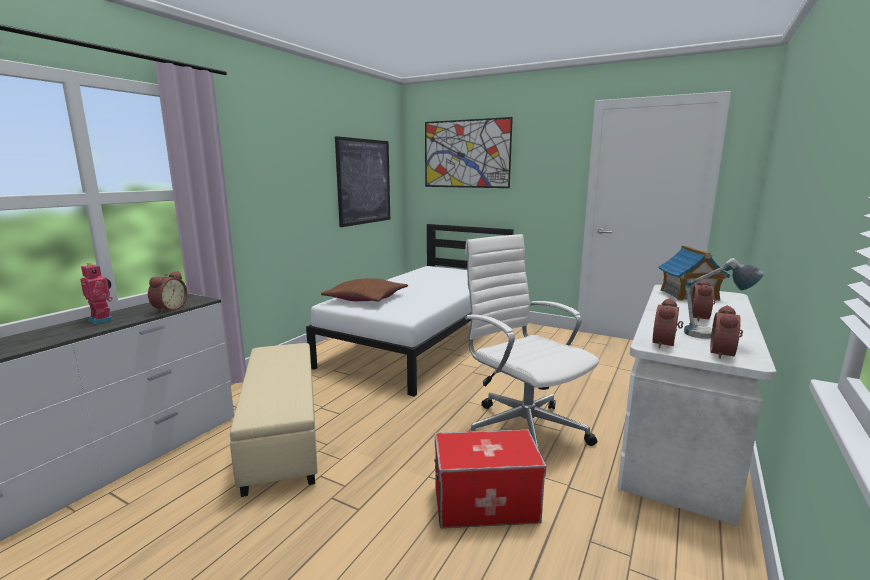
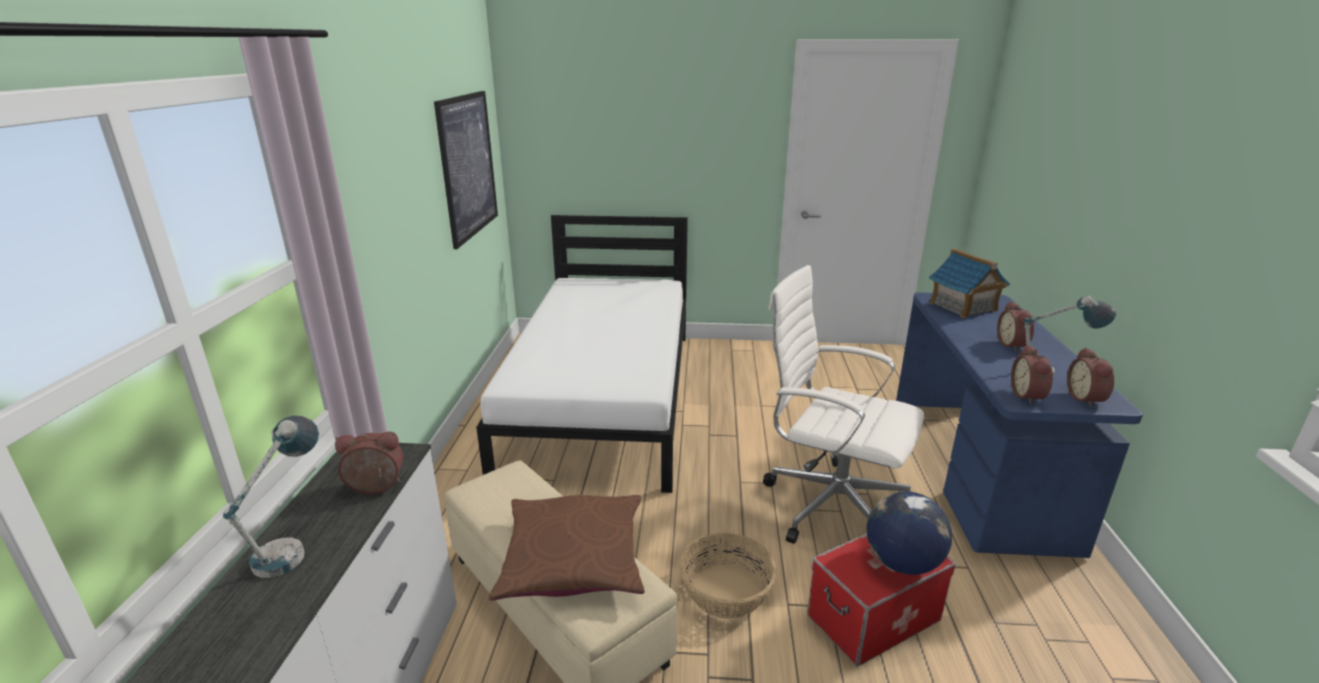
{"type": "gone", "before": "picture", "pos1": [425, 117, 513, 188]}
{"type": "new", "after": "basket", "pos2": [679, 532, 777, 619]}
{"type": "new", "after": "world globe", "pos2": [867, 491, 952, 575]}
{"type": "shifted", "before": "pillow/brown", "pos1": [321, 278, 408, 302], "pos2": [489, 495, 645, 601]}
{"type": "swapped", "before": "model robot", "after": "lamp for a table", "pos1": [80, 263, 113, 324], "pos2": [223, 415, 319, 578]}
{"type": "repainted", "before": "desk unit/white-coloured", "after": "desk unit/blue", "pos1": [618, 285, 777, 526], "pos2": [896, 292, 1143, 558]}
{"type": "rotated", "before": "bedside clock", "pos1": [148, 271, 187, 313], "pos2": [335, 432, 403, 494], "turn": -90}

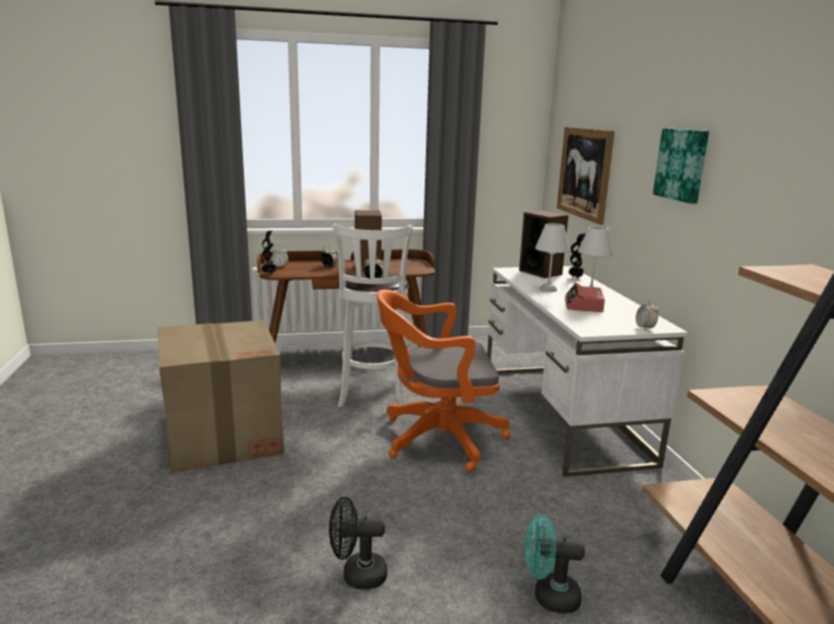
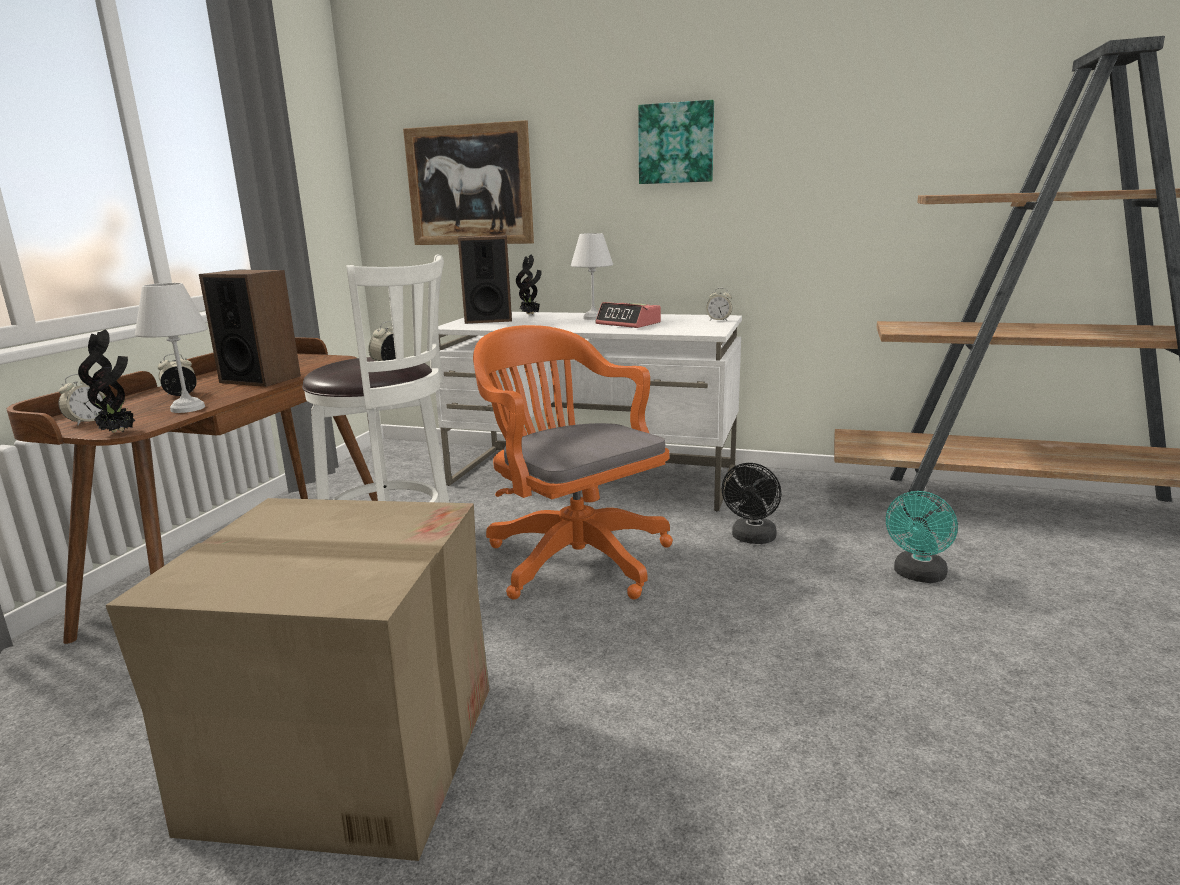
{"type": "shifted", "before": "cooling fan/blackish", "pos1": [329, 497, 387, 590], "pos2": [722, 463, 781, 544]}
{"type": "shifted", "before": "lamp for a table/white-coloured", "pos1": [535, 223, 570, 292], "pos2": [135, 283, 208, 413]}
{"type": "rotated", "before": "office chair/orangey", "pos1": [377, 289, 510, 472], "pos2": [473, 325, 673, 600], "turn": 120}

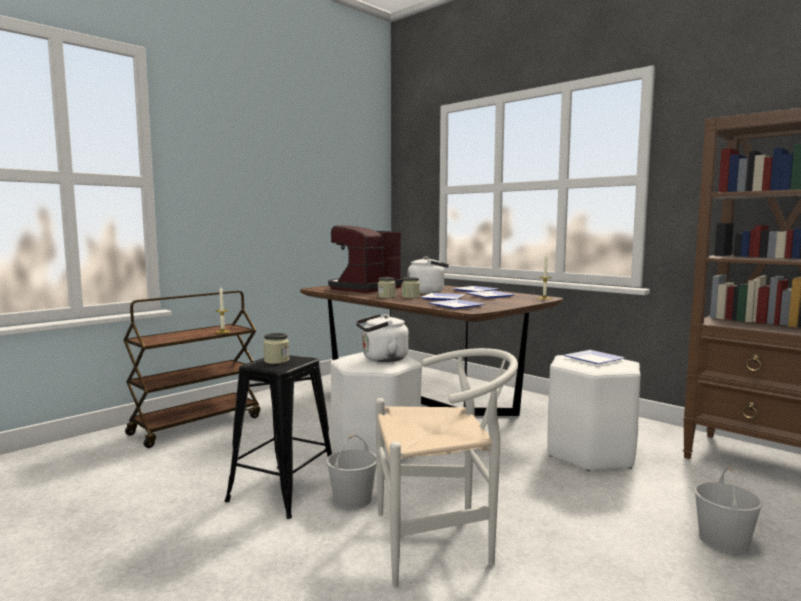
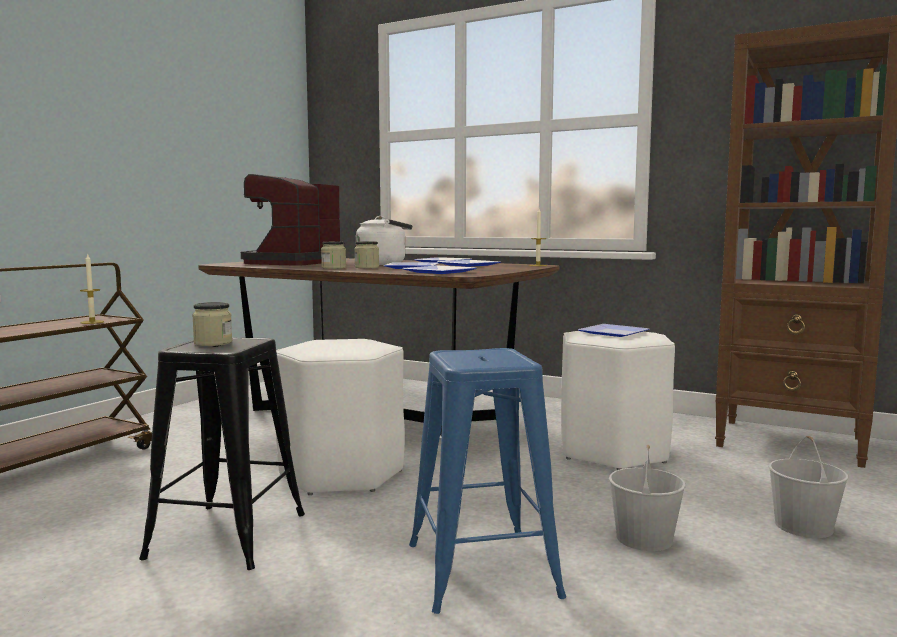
{"type": "gone", "before": "kettle/white-coloured", "pos1": [356, 314, 409, 362]}
{"type": "shifted", "before": "pail/white-coloured", "pos1": [327, 435, 376, 509], "pos2": [609, 444, 686, 551]}
{"type": "swapped", "before": "chair/white-coloured", "after": "stool/blue", "pos1": [376, 348, 518, 587], "pos2": [409, 348, 566, 614]}

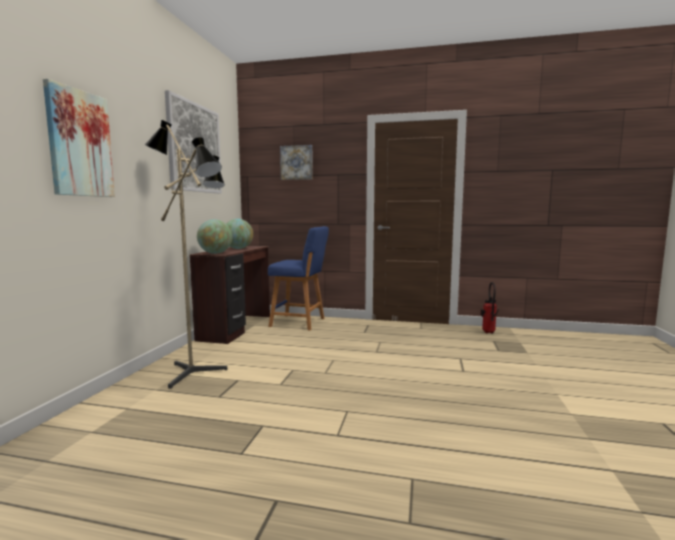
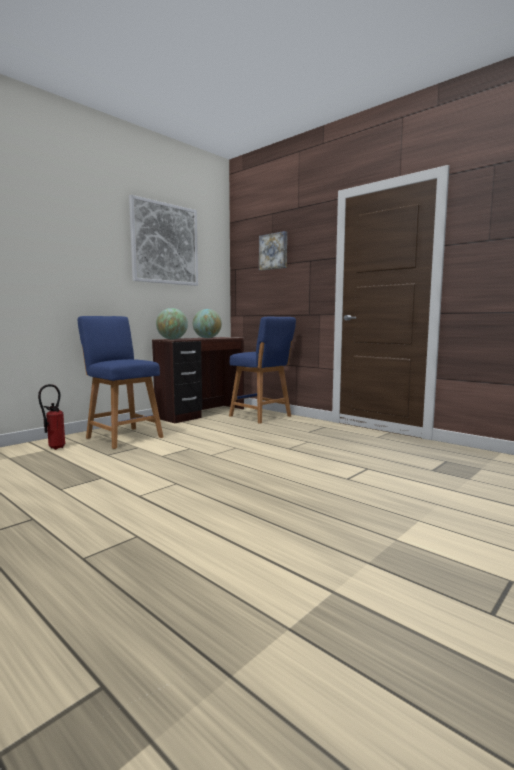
{"type": "gone", "before": "picture", "pos1": [43, 79, 115, 197]}
{"type": "shifted", "before": "fire extinguisher", "pos1": [481, 282, 499, 334], "pos2": [38, 384, 65, 450]}
{"type": "swapped", "before": "standard lamp", "after": "stool/blue", "pos1": [145, 120, 227, 389], "pos2": [77, 316, 163, 449]}

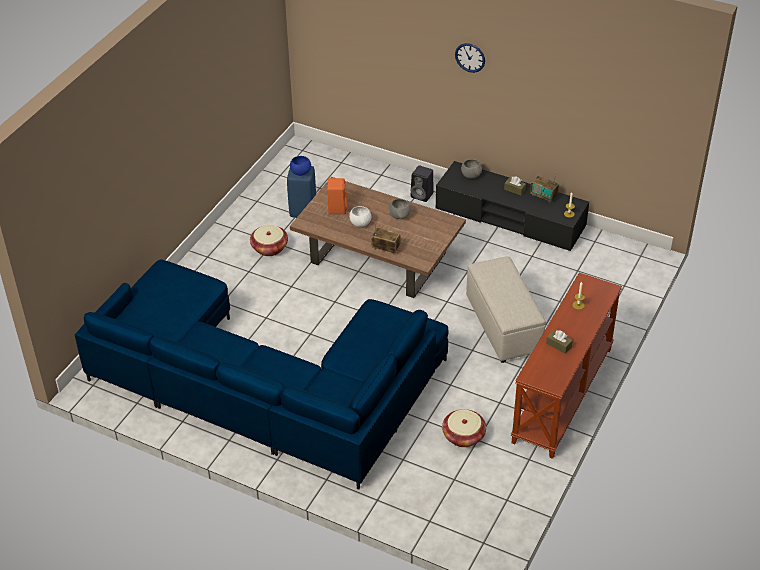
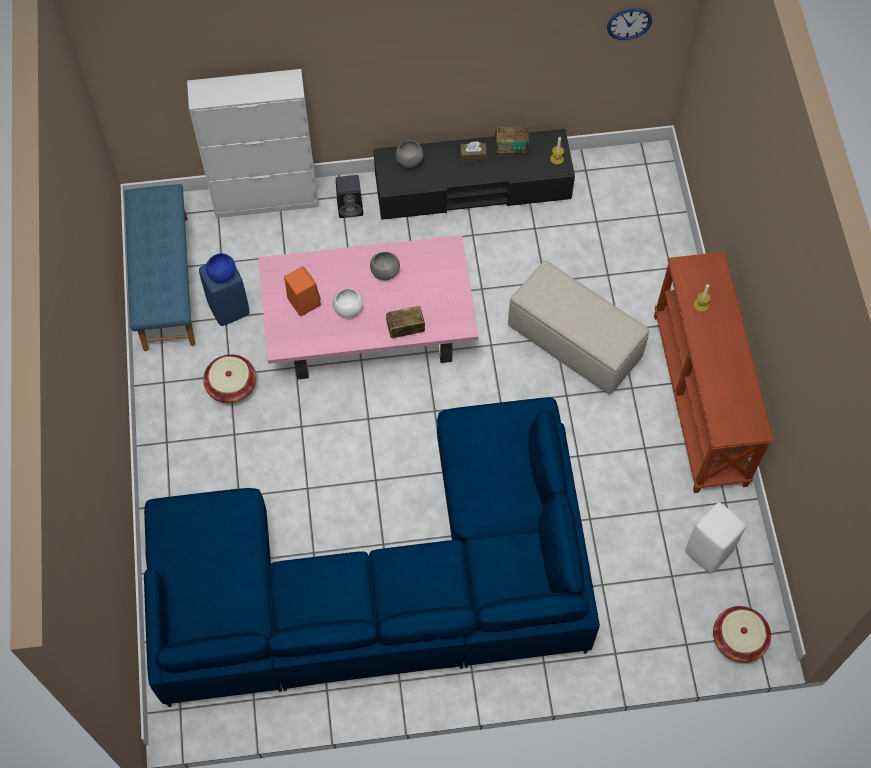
{"type": "gone", "before": "tissue holder/brown", "pos1": [546, 330, 573, 354]}
{"type": "new", "after": "long seat/blue", "pos2": [125, 184, 195, 351]}
{"type": "new", "after": "cupboard/white-coloured", "pos2": [187, 69, 319, 218]}
{"type": "new", "after": "stool/white-coloured", "pos2": [685, 503, 746, 573]}
{"type": "shifted", "before": "basket", "pos1": [442, 409, 486, 447], "pos2": [713, 606, 771, 663]}
{"type": "shifted", "before": "clock on the wall", "pos1": [455, 43, 485, 73], "pos2": [607, 8, 652, 40]}
{"type": "repainted", "before": "low table/brown", "after": "low table/pink-coloured", "pos1": [290, 177, 466, 298], "pos2": [259, 235, 479, 380]}

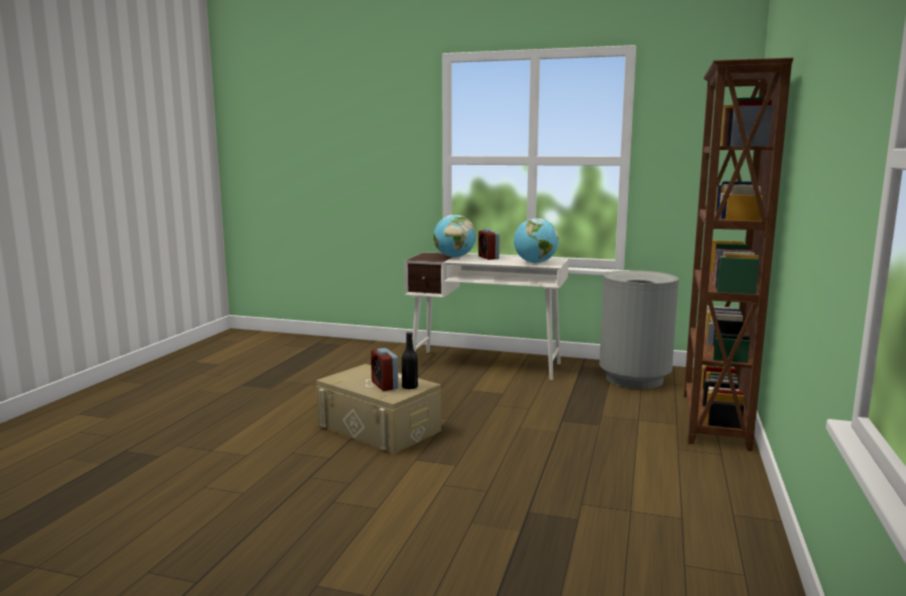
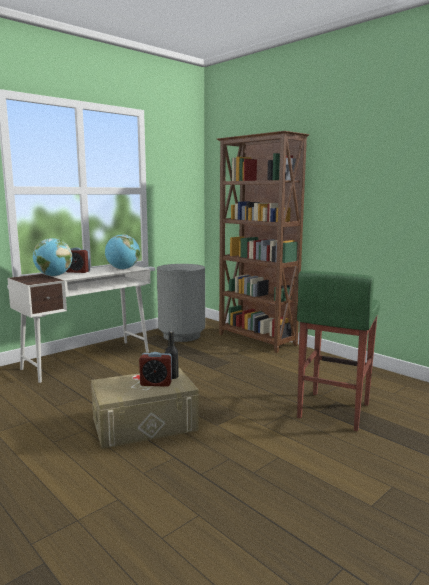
{"type": "new", "after": "stool/greenish", "pos2": [297, 270, 380, 431]}

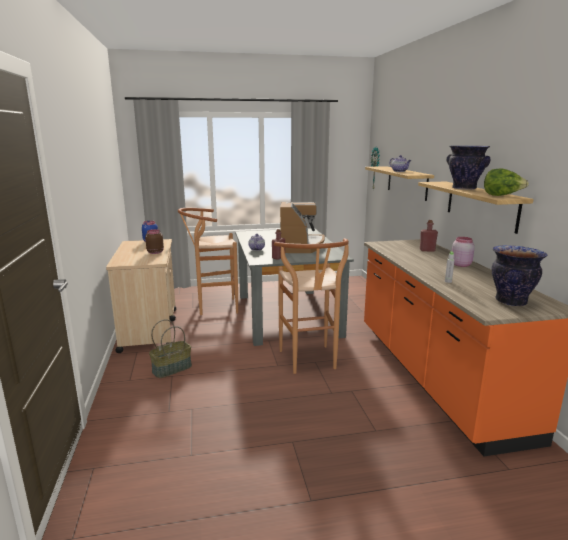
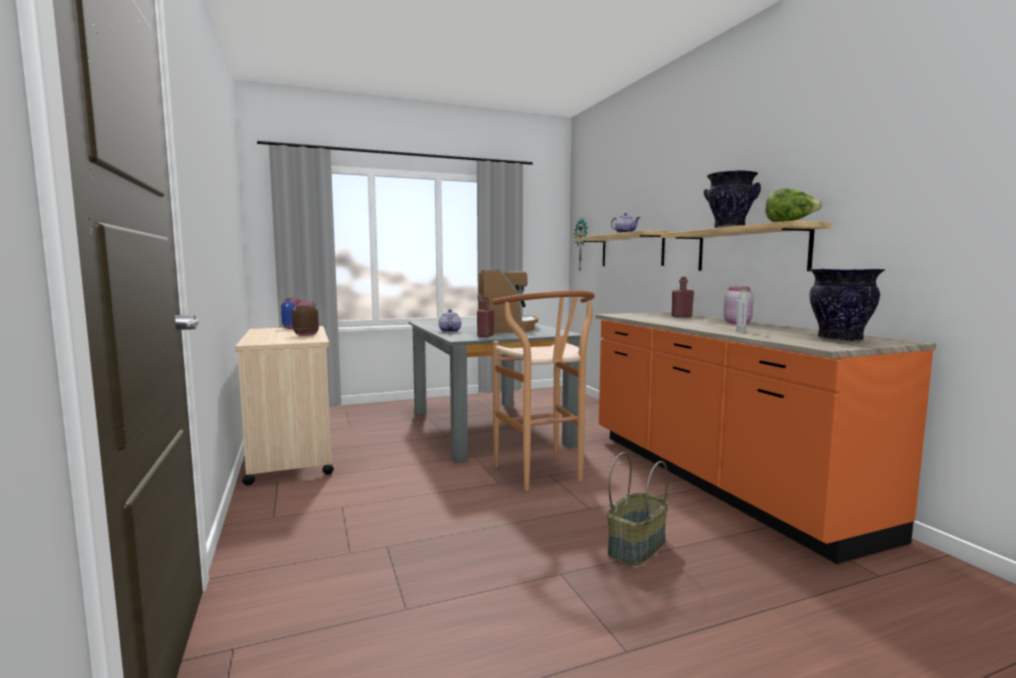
{"type": "gone", "before": "stool/brown", "pos1": [178, 208, 238, 315]}
{"type": "shifted", "before": "basket", "pos1": [149, 319, 192, 378], "pos2": [607, 452, 668, 566]}

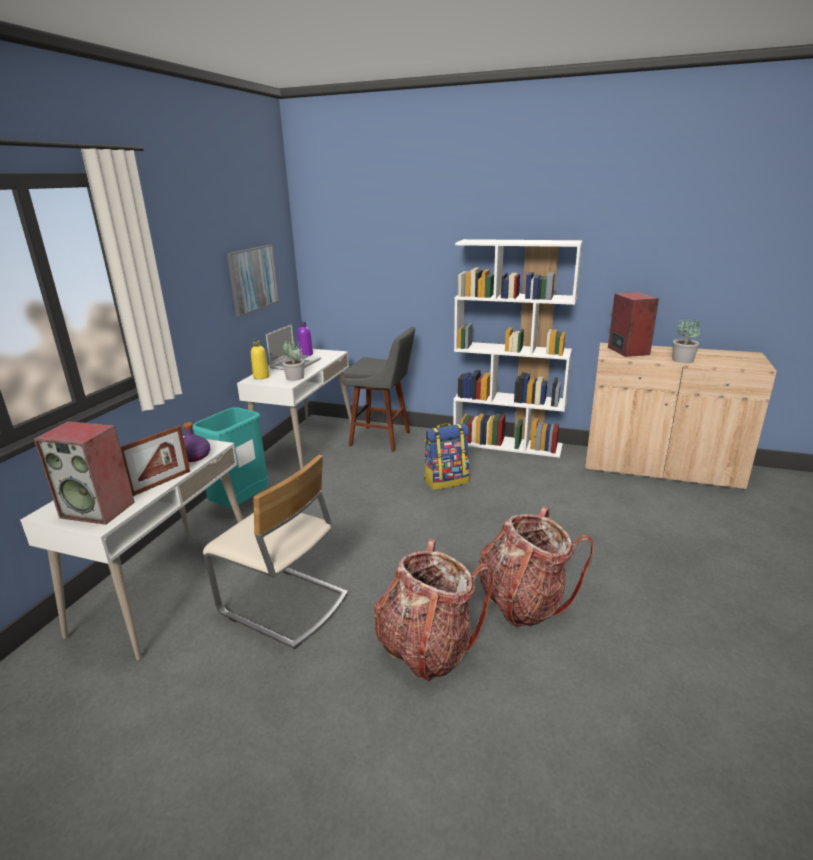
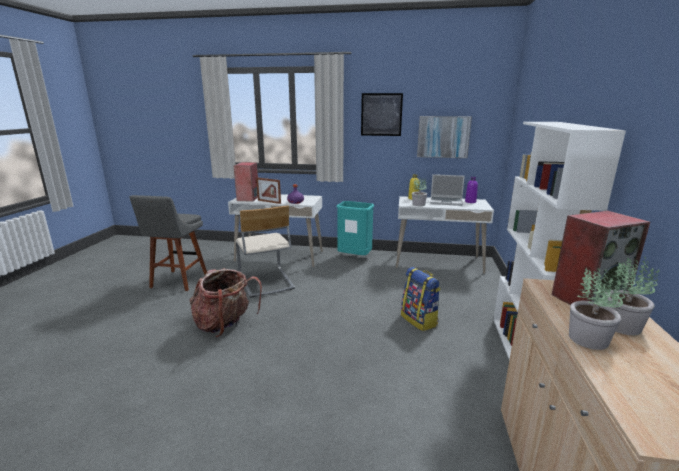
{"type": "gone", "before": "backpack", "pos1": [479, 506, 594, 627]}
{"type": "new", "after": "picture", "pos2": [361, 93, 403, 136]}
{"type": "new", "after": "plant in a pot", "pos2": [605, 257, 659, 335]}
{"type": "shifted", "before": "stool/grey", "pos1": [342, 327, 415, 452], "pos2": [130, 195, 207, 291]}
{"type": "rotated", "before": "chair/sand-coloured", "pos1": [203, 455, 348, 649], "pos2": [236, 205, 295, 298], "turn": -45}

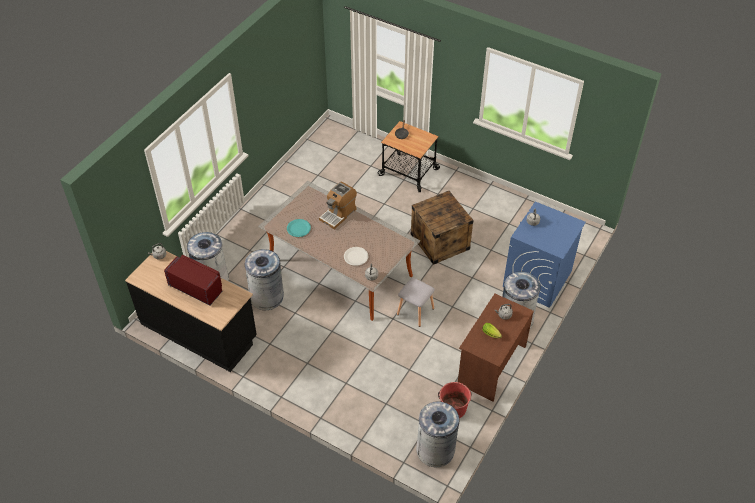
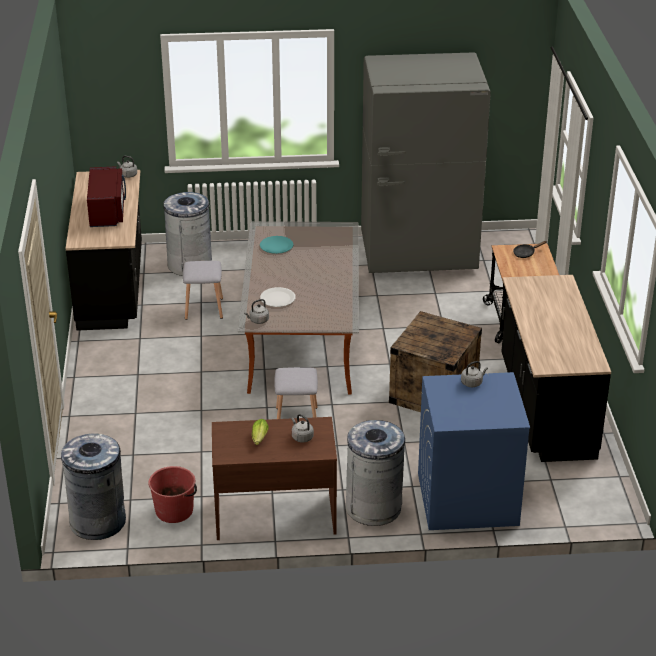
{"type": "gone", "before": "coffee machine", "pos1": [319, 181, 357, 229]}
{"type": "new", "after": "fridge/grey", "pos2": [361, 52, 491, 273]}
{"type": "new", "after": "counter/blackish", "pos2": [501, 275, 611, 462]}
{"type": "swapped", "before": "rubbish bin/grey", "after": "stool/grey", "pos1": [245, 249, 284, 310], "pos2": [183, 261, 223, 320]}

